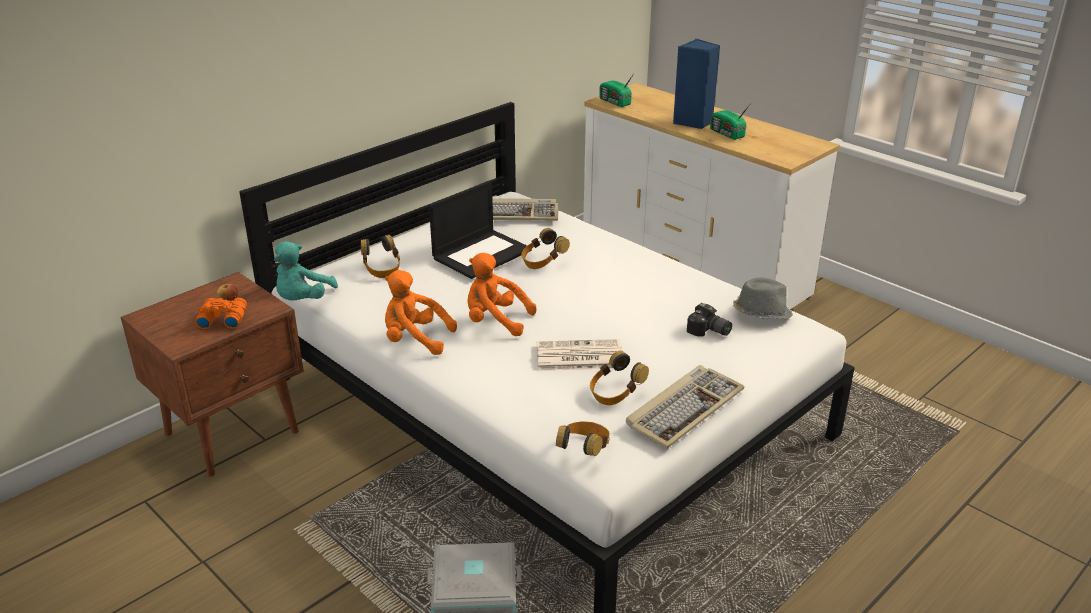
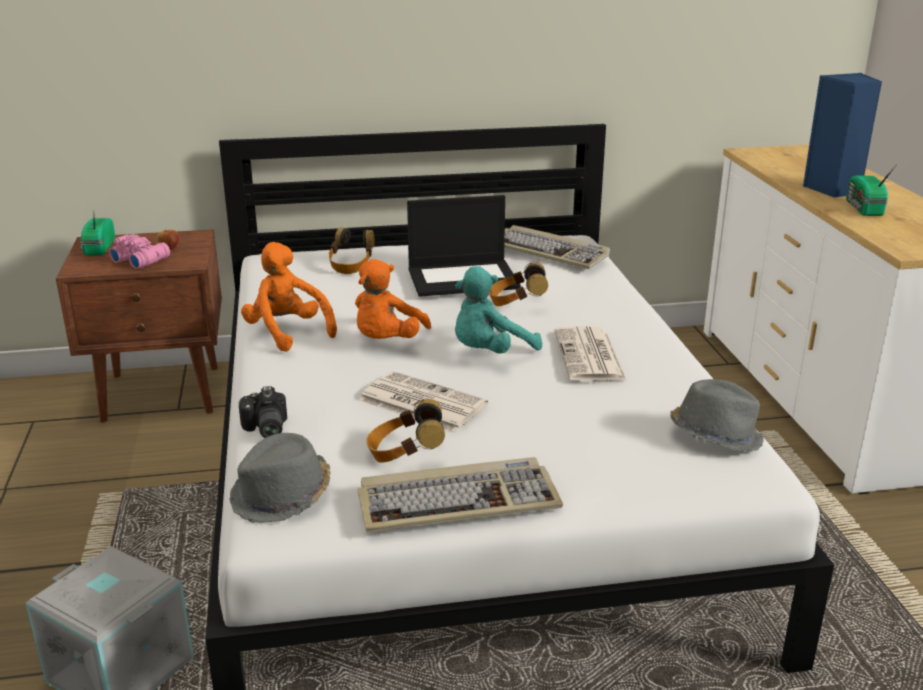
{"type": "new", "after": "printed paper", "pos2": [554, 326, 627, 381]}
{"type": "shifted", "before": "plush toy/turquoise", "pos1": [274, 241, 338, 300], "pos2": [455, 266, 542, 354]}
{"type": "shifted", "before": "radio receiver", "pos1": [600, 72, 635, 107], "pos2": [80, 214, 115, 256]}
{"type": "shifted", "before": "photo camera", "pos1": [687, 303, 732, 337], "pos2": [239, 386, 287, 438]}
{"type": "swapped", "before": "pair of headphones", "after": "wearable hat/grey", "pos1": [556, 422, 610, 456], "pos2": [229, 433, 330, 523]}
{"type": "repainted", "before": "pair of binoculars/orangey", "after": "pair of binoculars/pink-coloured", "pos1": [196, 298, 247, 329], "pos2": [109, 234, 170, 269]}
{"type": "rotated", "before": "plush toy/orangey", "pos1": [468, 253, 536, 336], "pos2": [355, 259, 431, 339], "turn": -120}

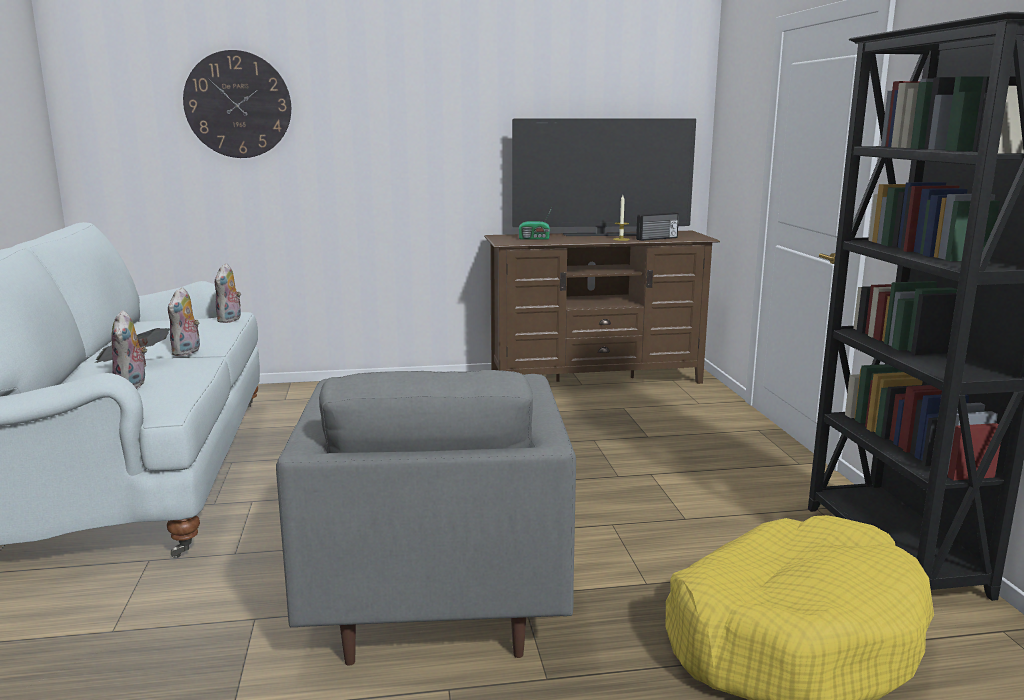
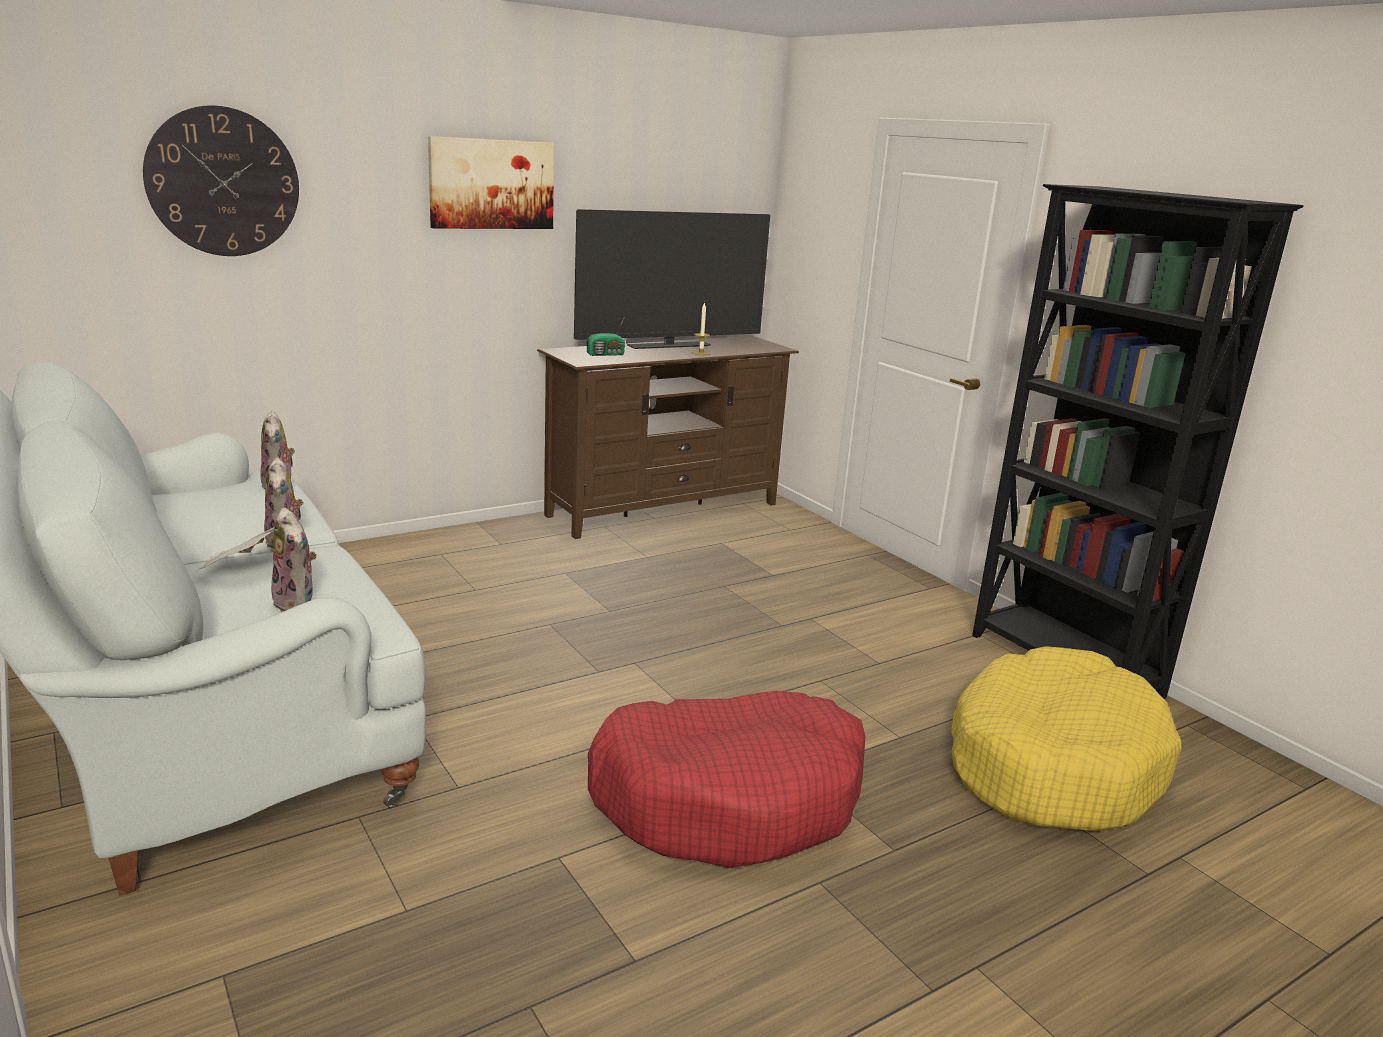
{"type": "gone", "before": "radio receiver", "pos1": [636, 212, 679, 241]}
{"type": "new", "after": "picture", "pos2": [428, 136, 554, 229]}
{"type": "swapped", "before": "easy chair/grey", "after": "dog cushion/red-coloured", "pos1": [276, 370, 576, 666], "pos2": [588, 691, 865, 868]}

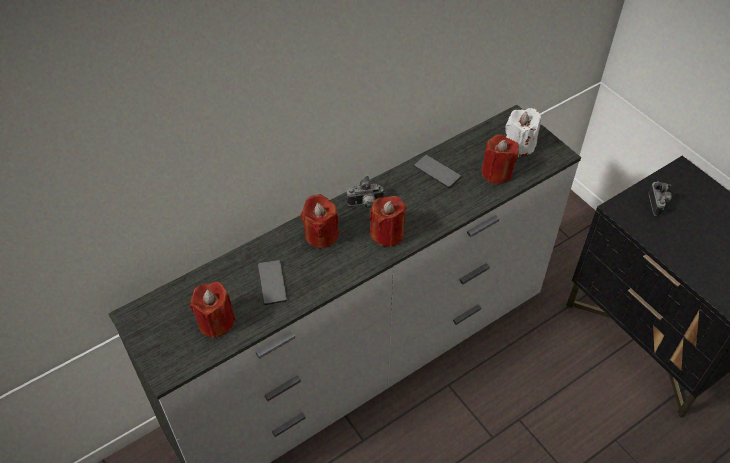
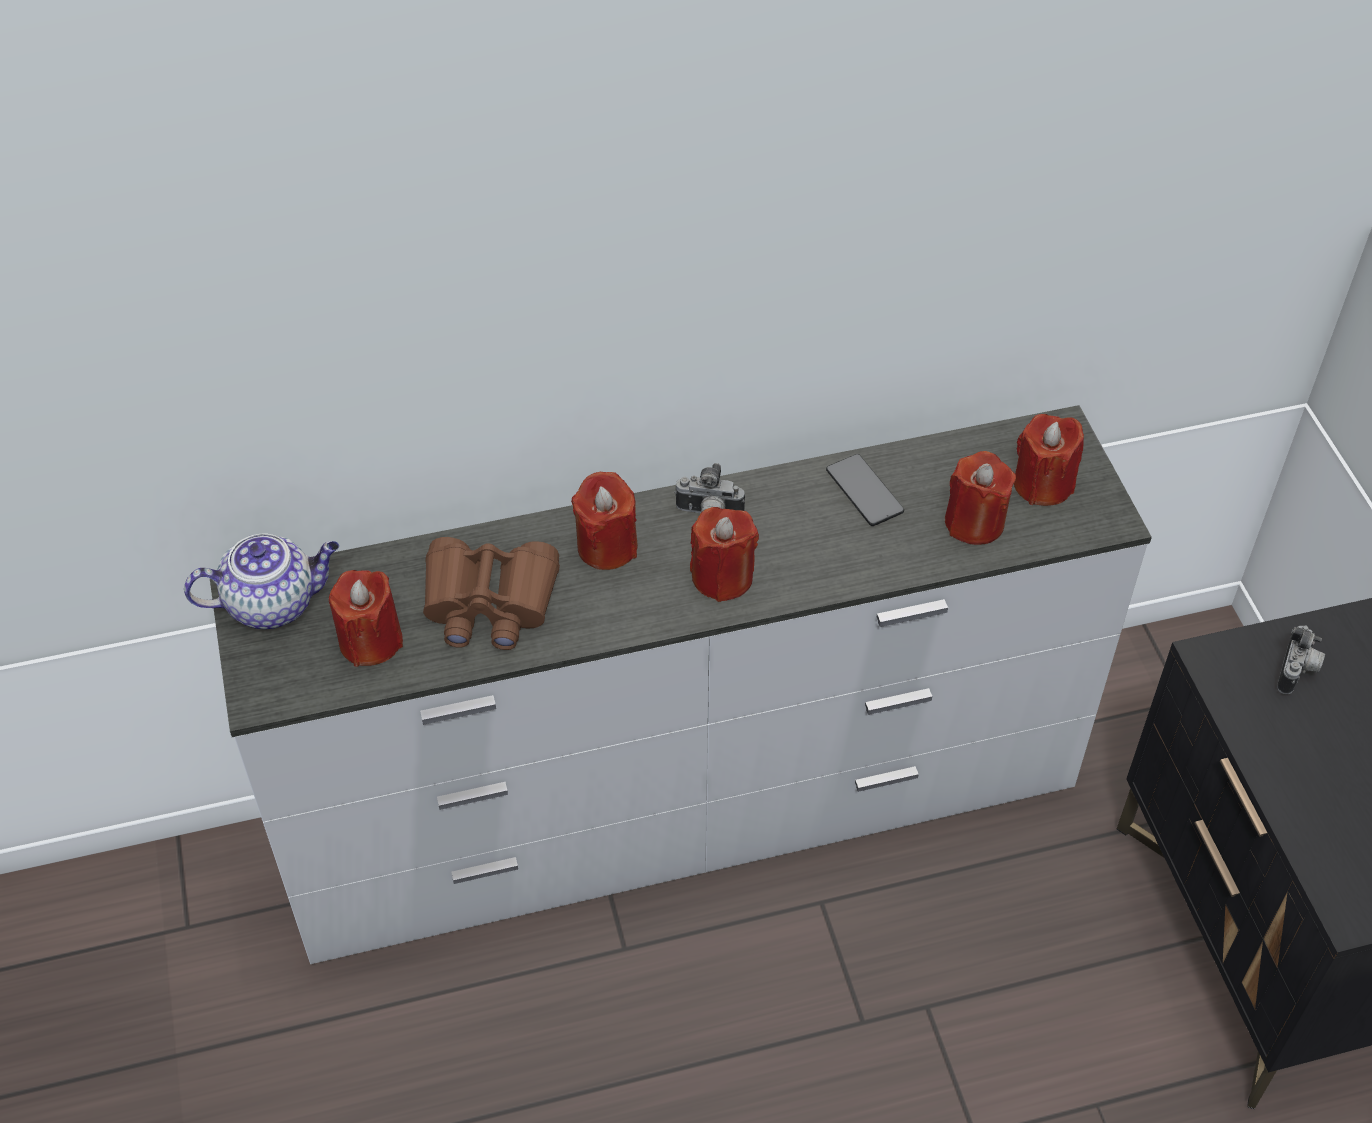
{"type": "new", "after": "pot for tea", "pos2": [184, 534, 339, 629]}
{"type": "swapped", "before": "telephone", "after": "pair of binoculars/brown", "pos1": [258, 260, 287, 305], "pos2": [423, 537, 560, 650]}
{"type": "repainted", "before": "candle/white-coloured", "after": "candle/red-coloured", "pos1": [505, 108, 541, 157], "pos2": [1014, 414, 1084, 506]}

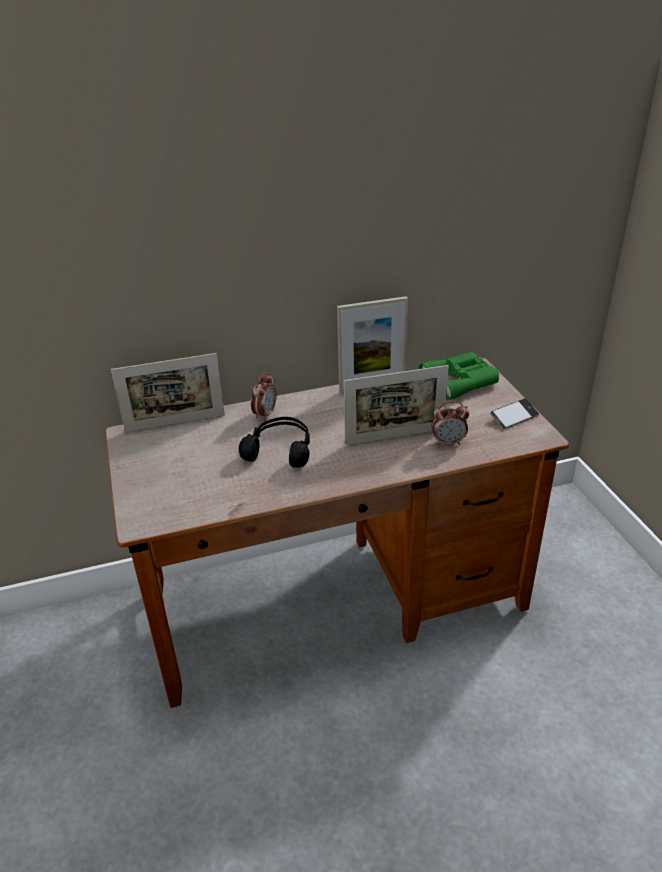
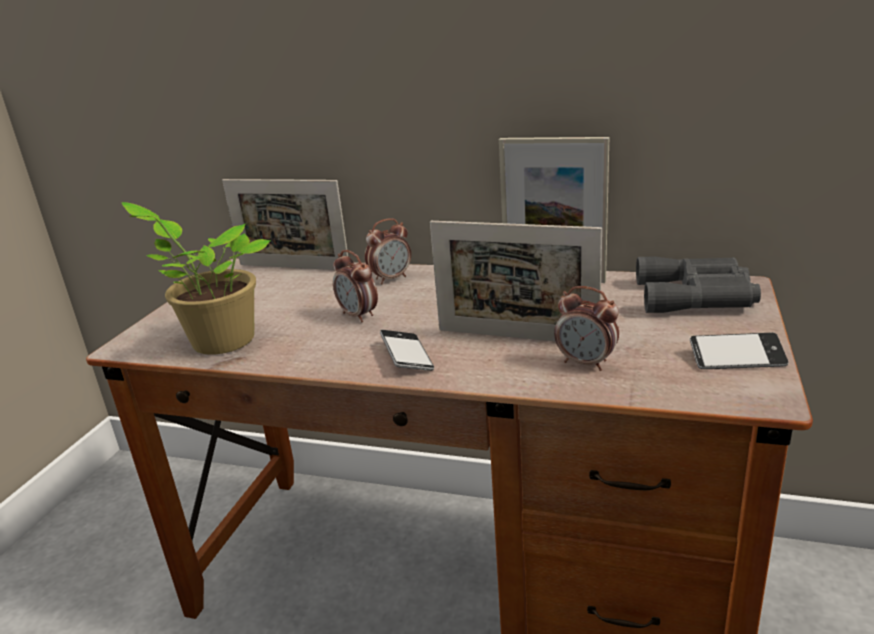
{"type": "new", "after": "plant in a pot", "pos2": [122, 202, 271, 355]}
{"type": "new", "after": "telephone", "pos2": [380, 330, 434, 371]}
{"type": "swapped", "before": "pair of headphones/blackish", "after": "bedside clock", "pos1": [239, 417, 310, 468], "pos2": [333, 250, 378, 322]}
{"type": "repainted", "before": "pair of binoculars/greenish", "after": "pair of binoculars/grey", "pos1": [419, 352, 499, 400], "pos2": [636, 256, 761, 313]}

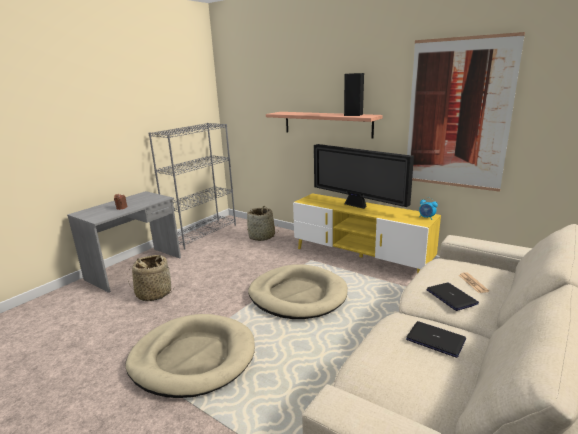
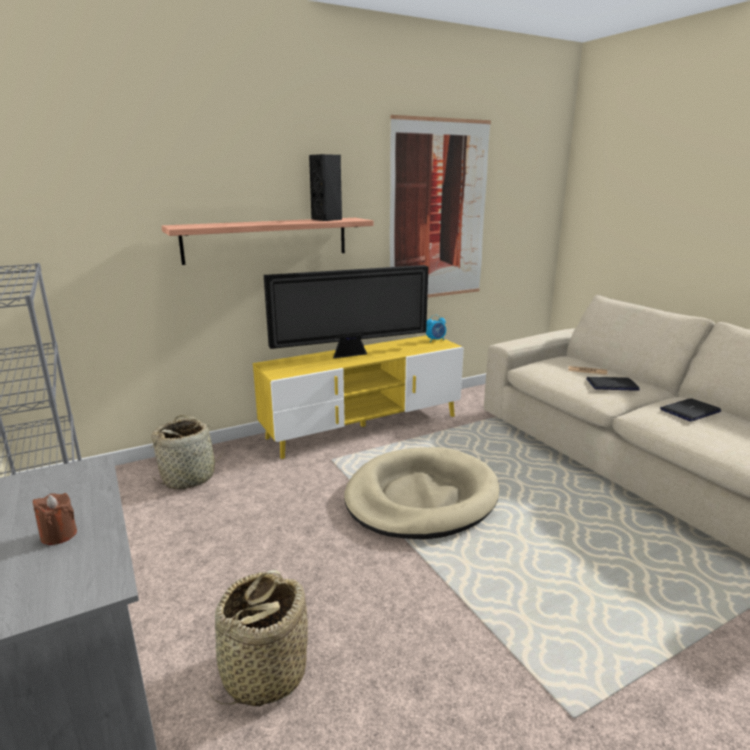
{"type": "gone", "before": "dog cushion/sand-coloured", "pos1": [125, 314, 255, 398]}

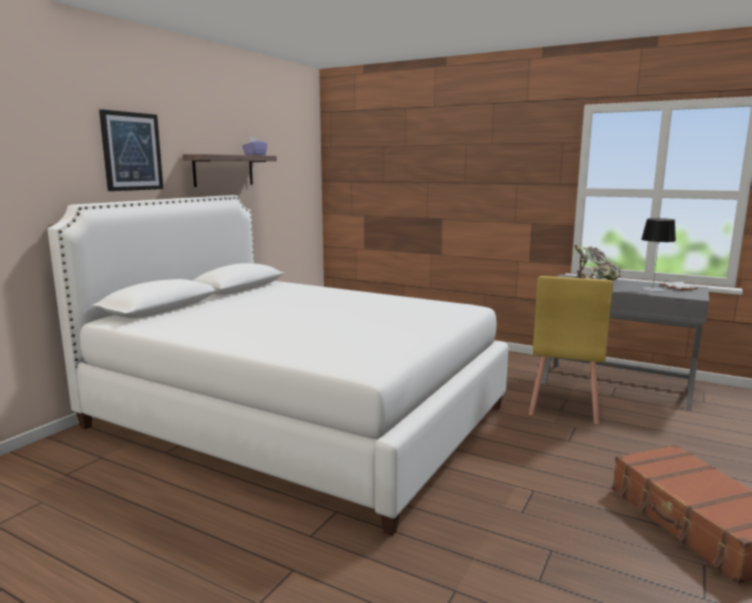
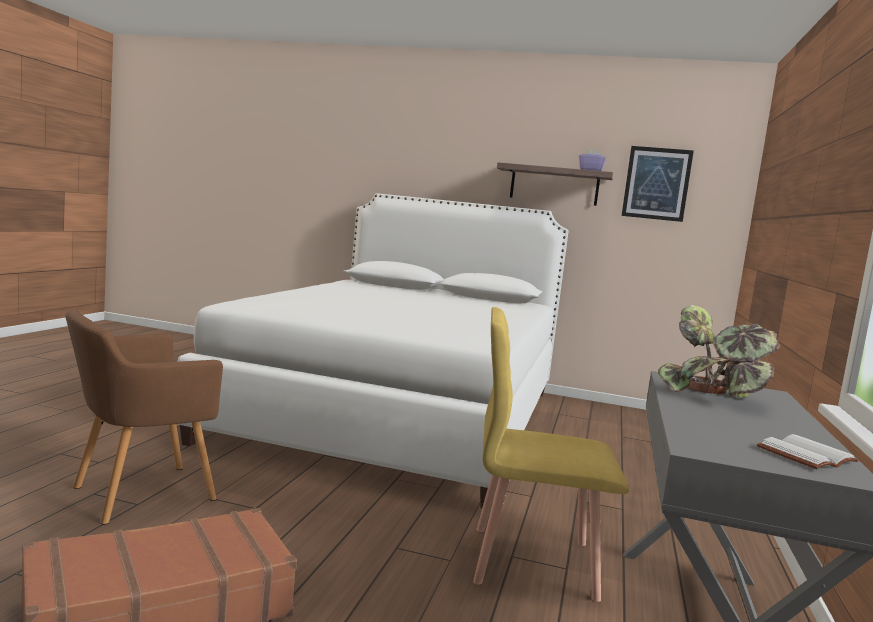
{"type": "gone", "before": "lamp for a table", "pos1": [641, 218, 676, 292]}
{"type": "new", "after": "easy chair/brown", "pos2": [65, 310, 223, 525]}
{"type": "shifted", "before": "picture", "pos1": [99, 109, 163, 191], "pos2": [622, 146, 694, 222]}

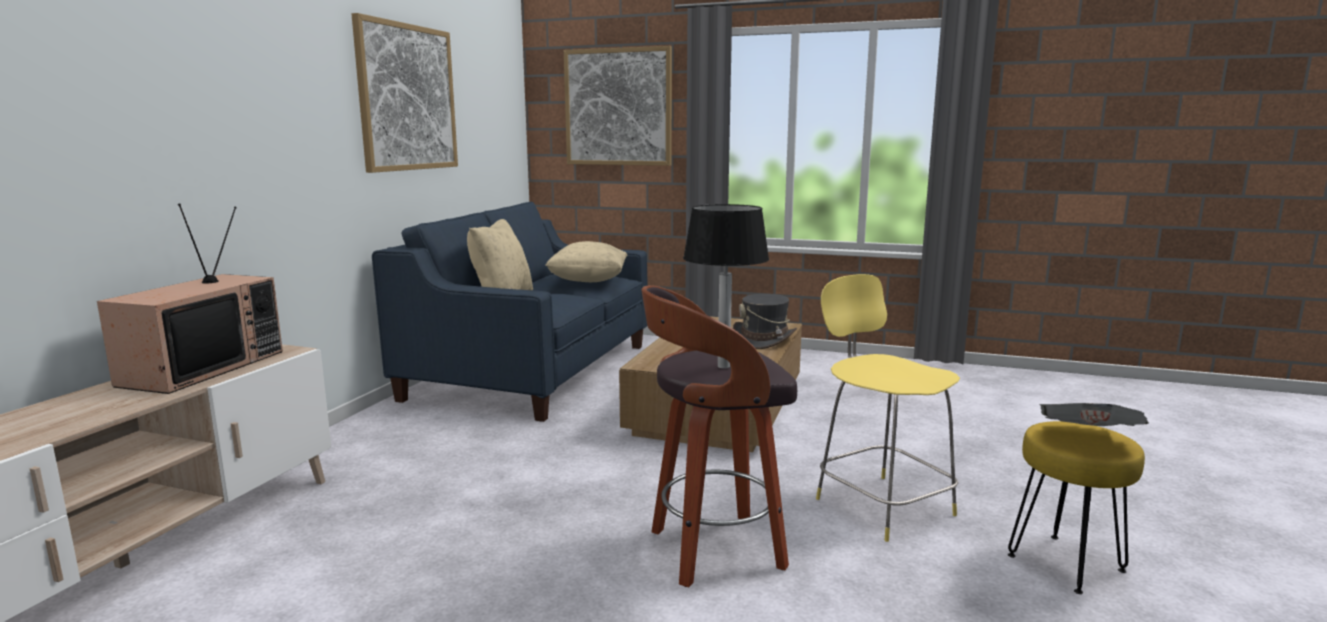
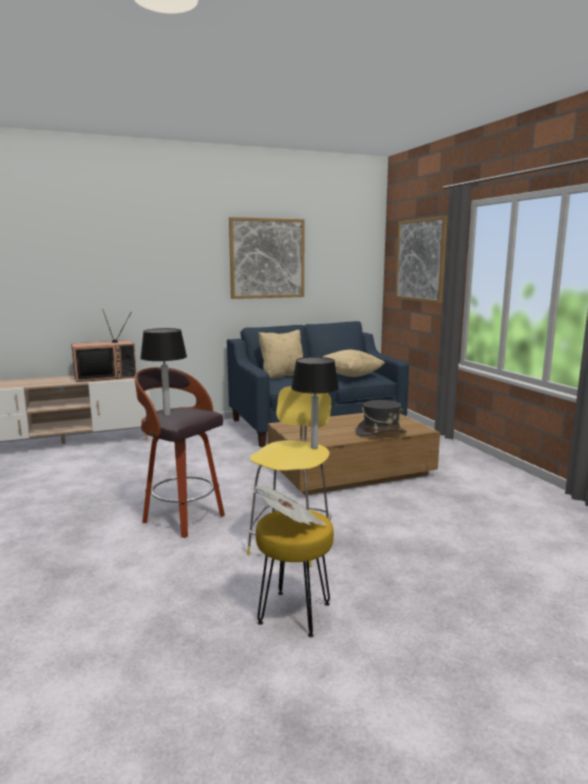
{"type": "new", "after": "lamp for a table", "pos2": [291, 357, 339, 449]}

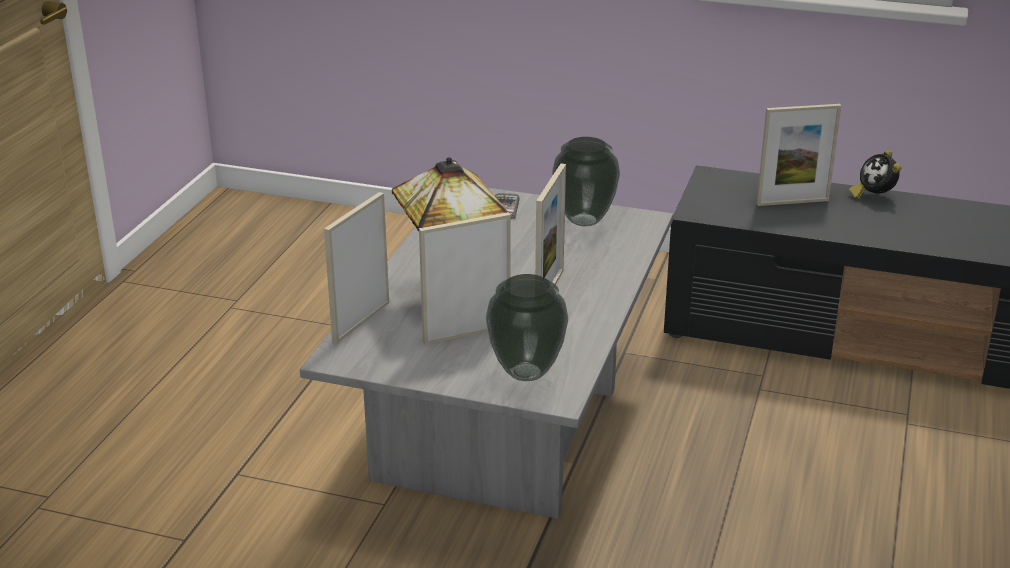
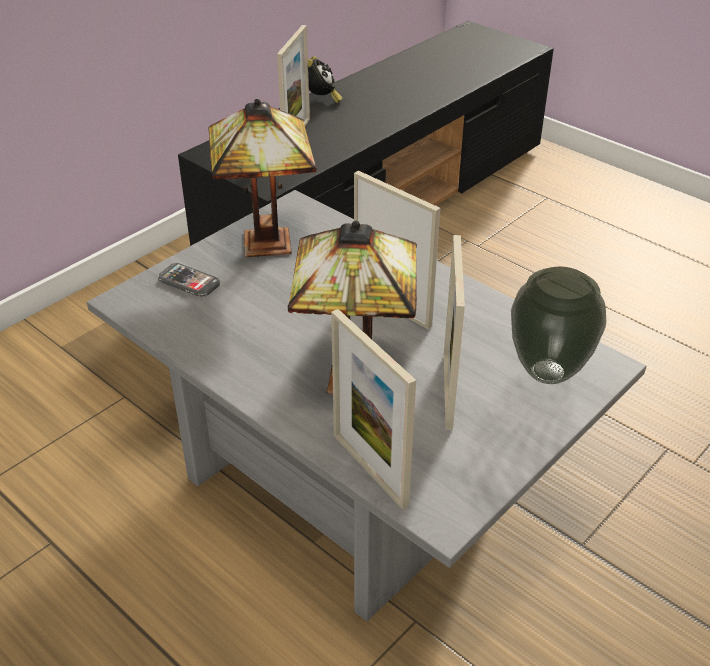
{"type": "swapped", "before": "flower vase", "after": "lamp for a table", "pos1": [552, 137, 620, 226], "pos2": [208, 99, 316, 257]}
{"type": "rotated", "before": "bedside clock", "pos1": [849, 150, 902, 200], "pos2": [308, 56, 343, 103], "turn": -90}

